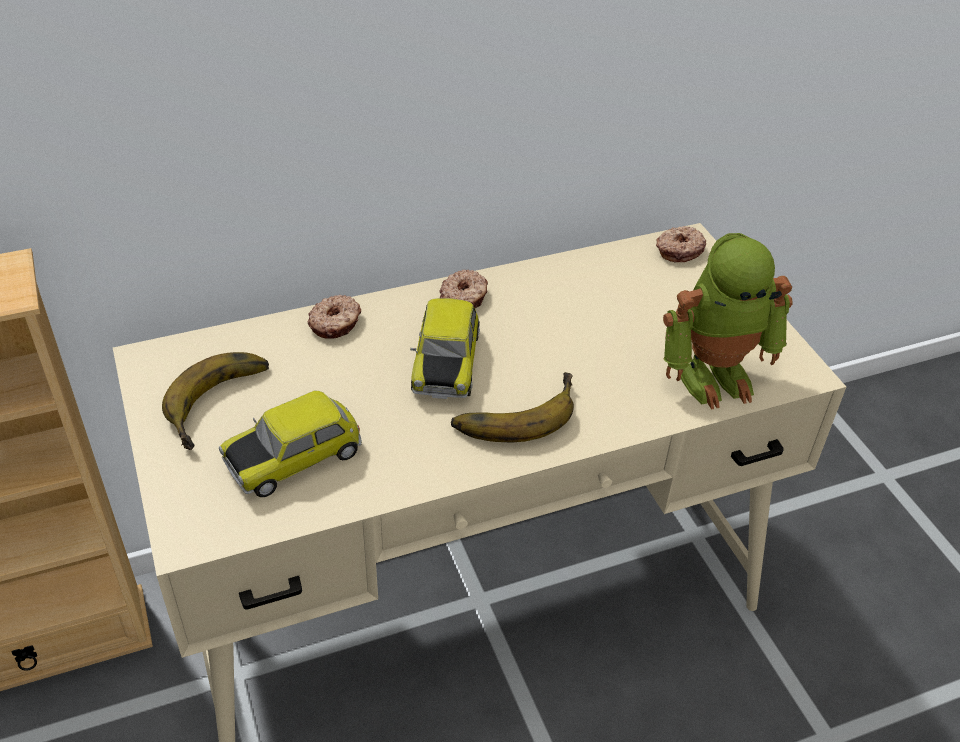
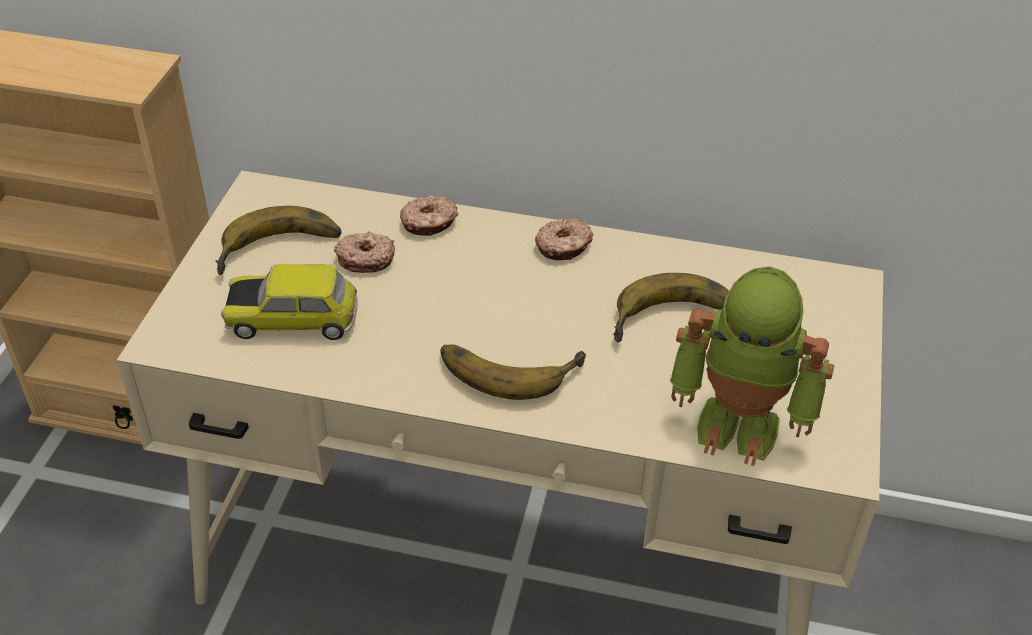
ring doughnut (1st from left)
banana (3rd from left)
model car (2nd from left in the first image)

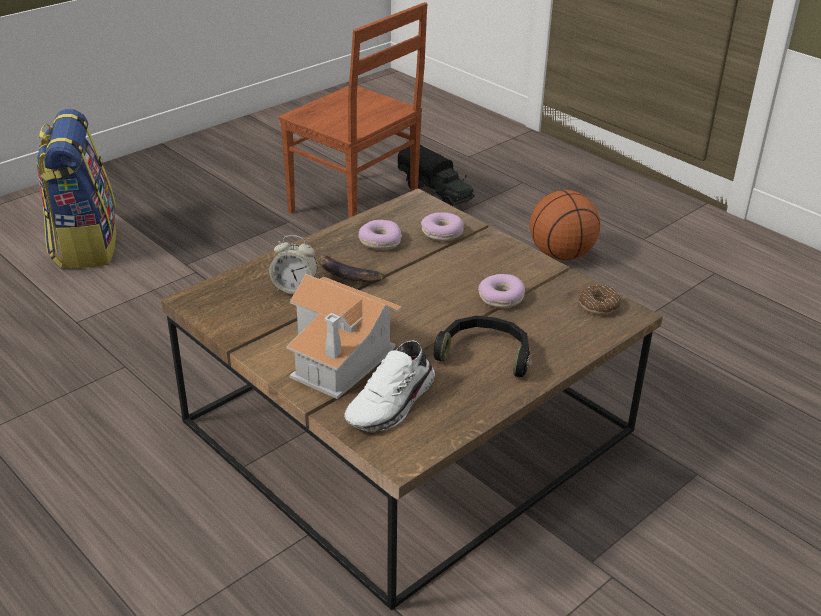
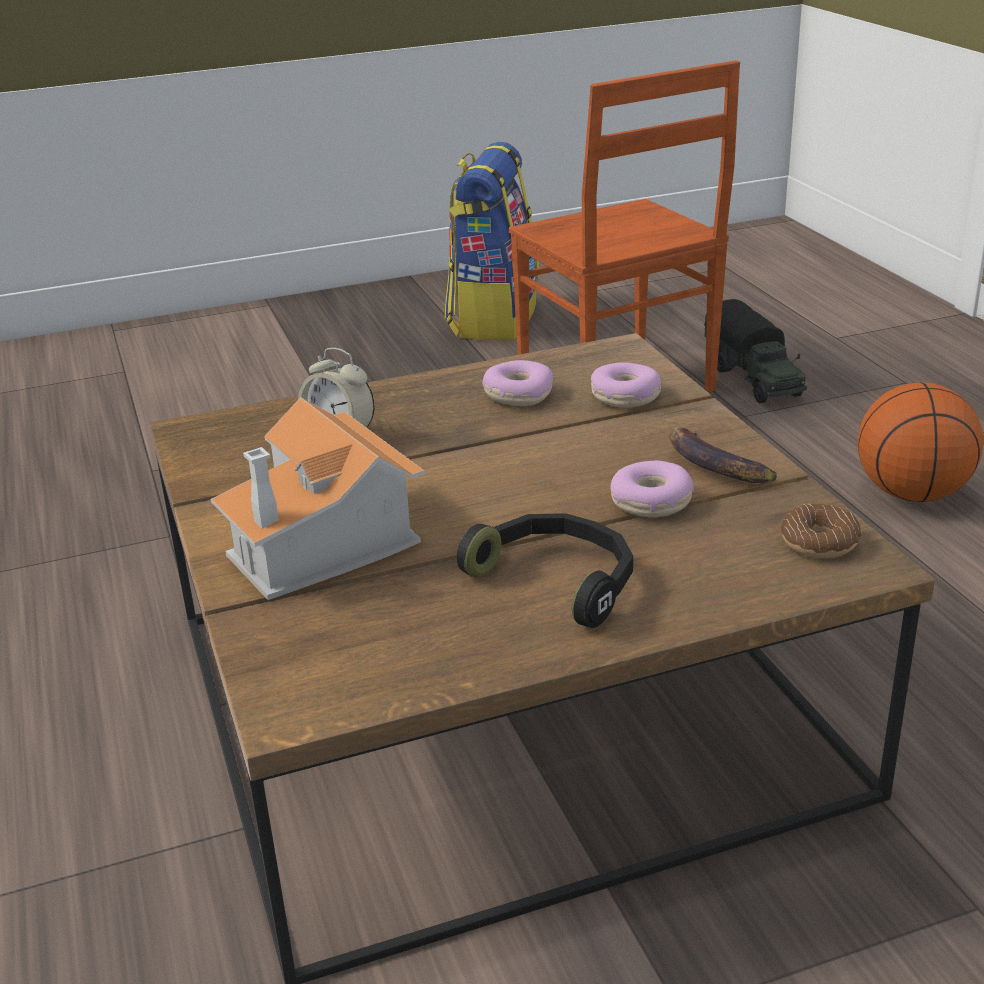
backpack
banana
white item of footwear

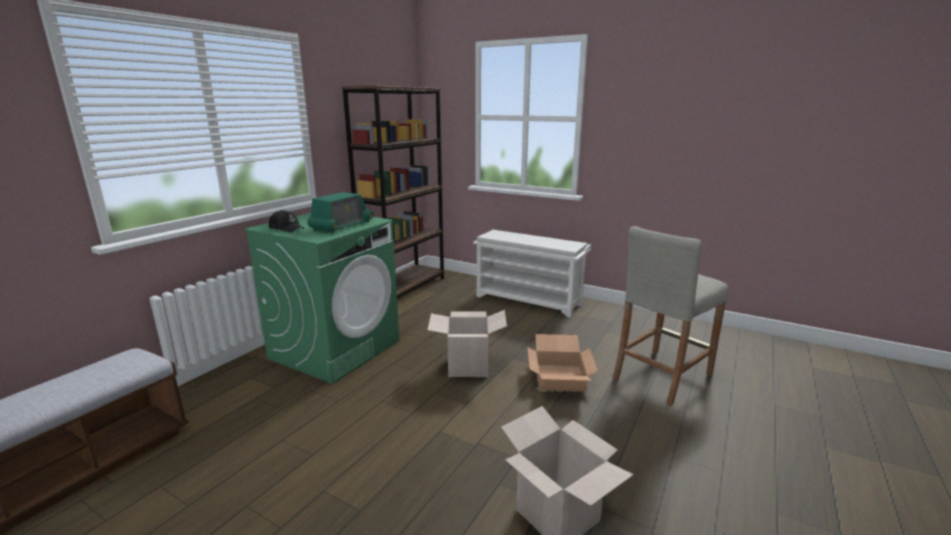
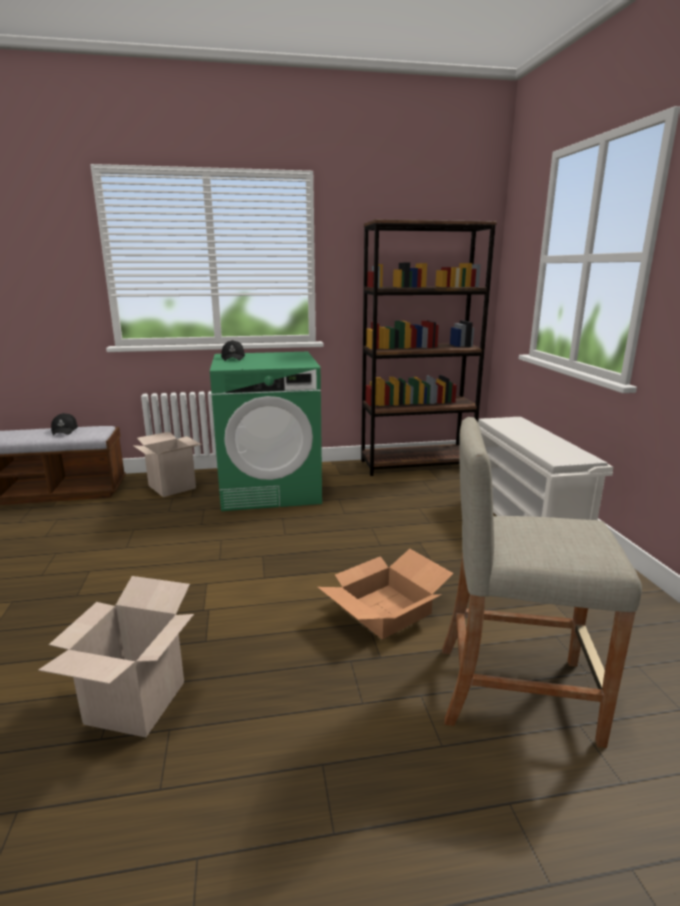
black baseball cap (1st from left)
cardboard box (2nd from left)
radio

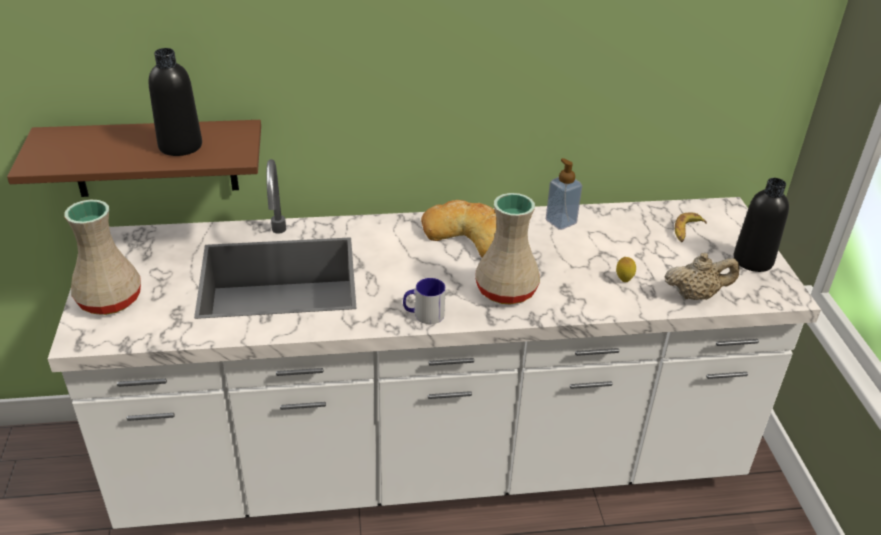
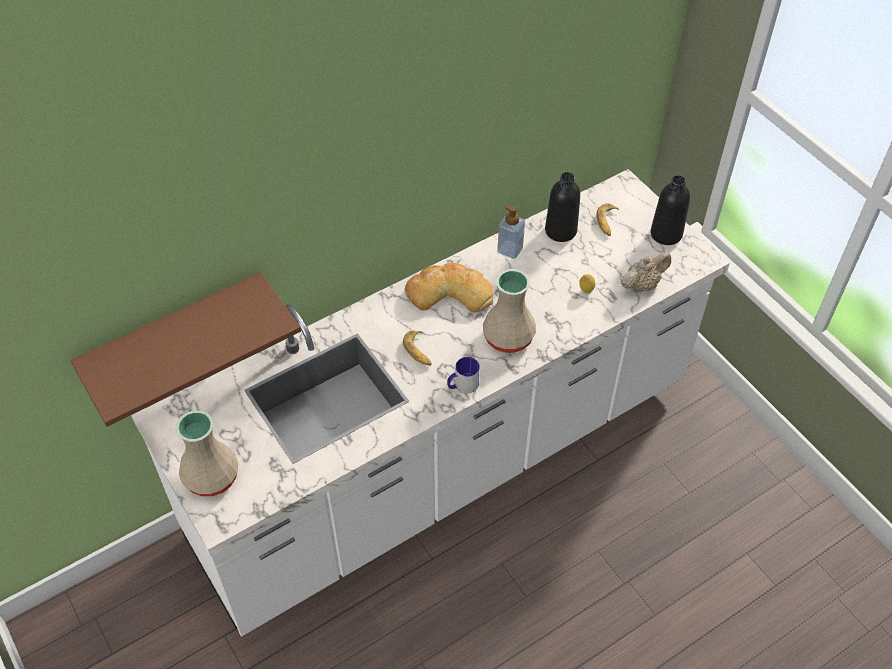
banana (1st from left)
black beverage bottle (1st from left)

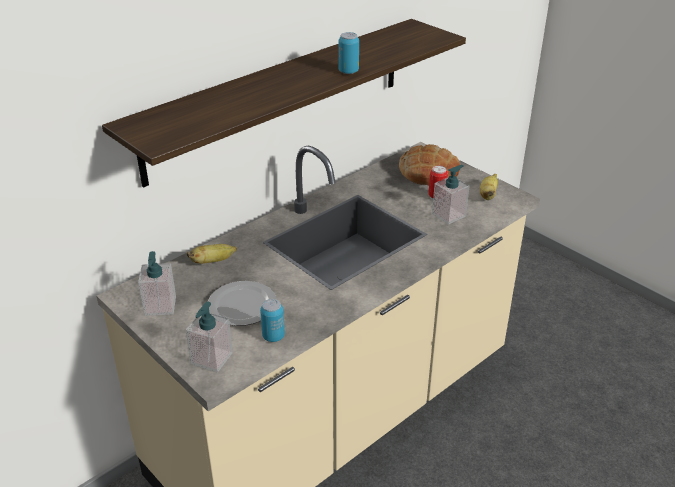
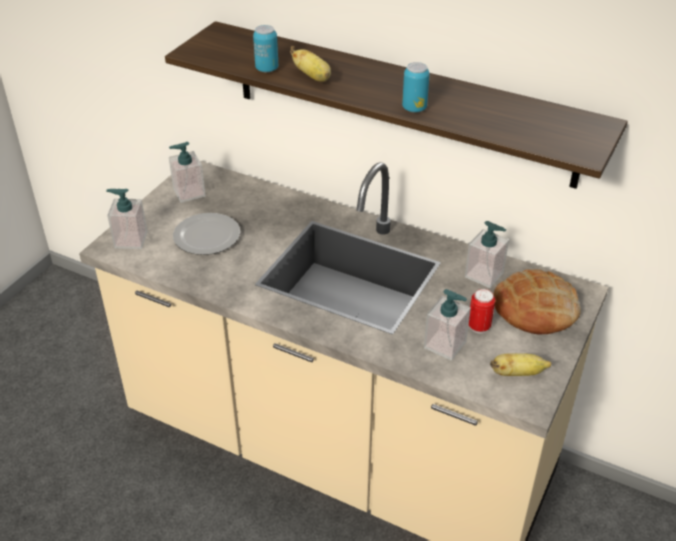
can (1st from left)
banana (1st from left)
liquid soap bottle (4th from left)

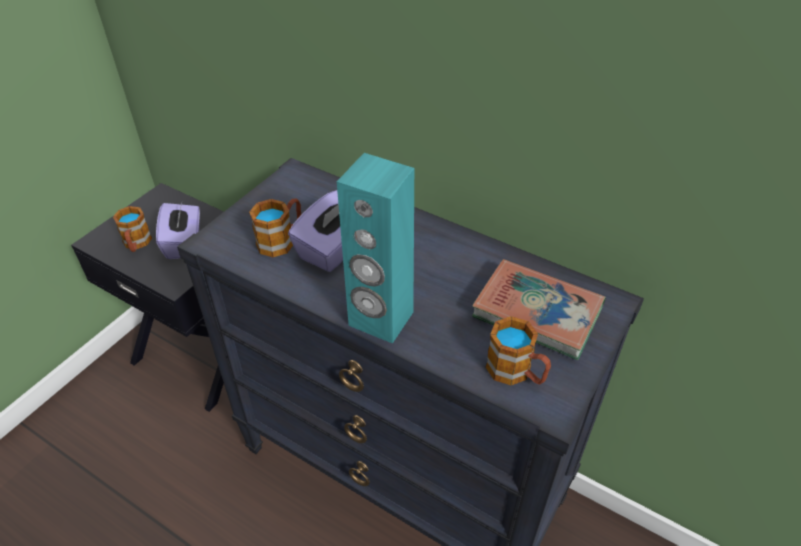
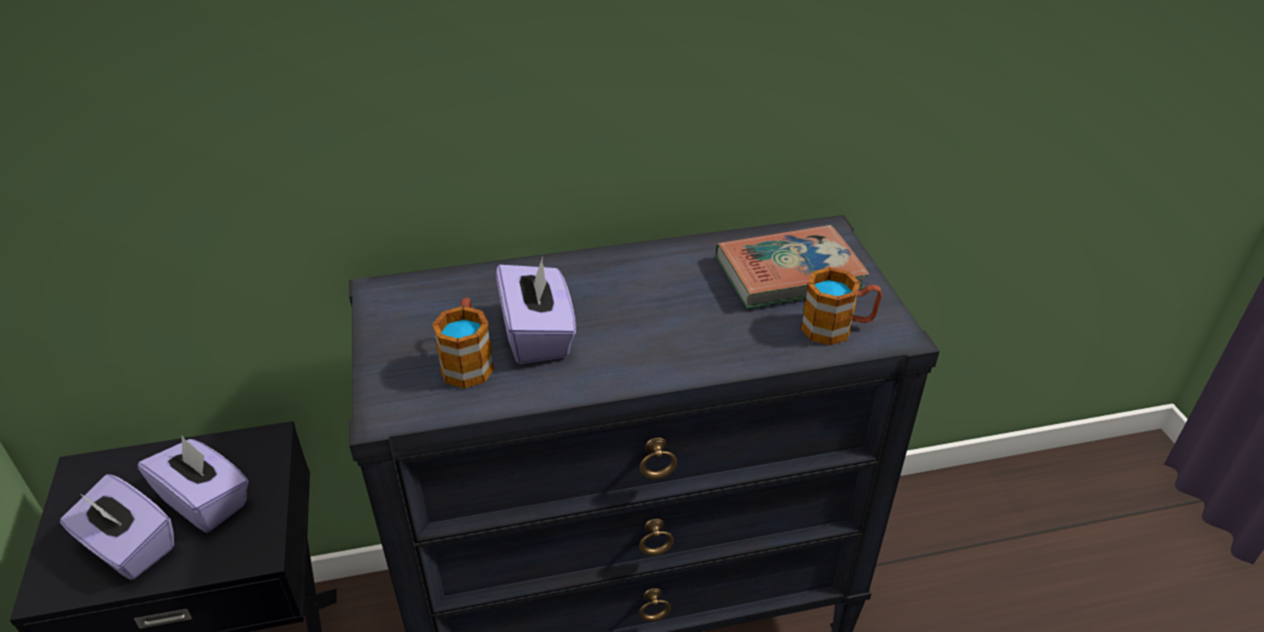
purplish tissue holder (1st from left)
turquoise-coloured audio speaker

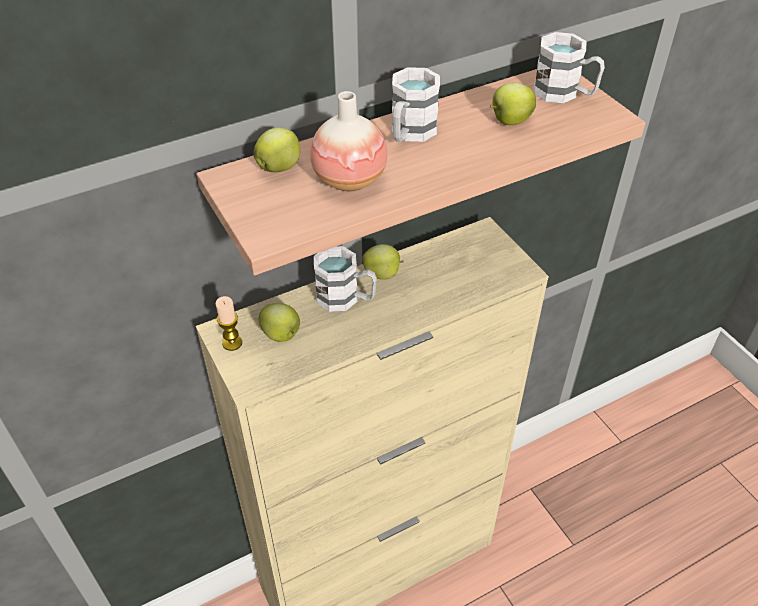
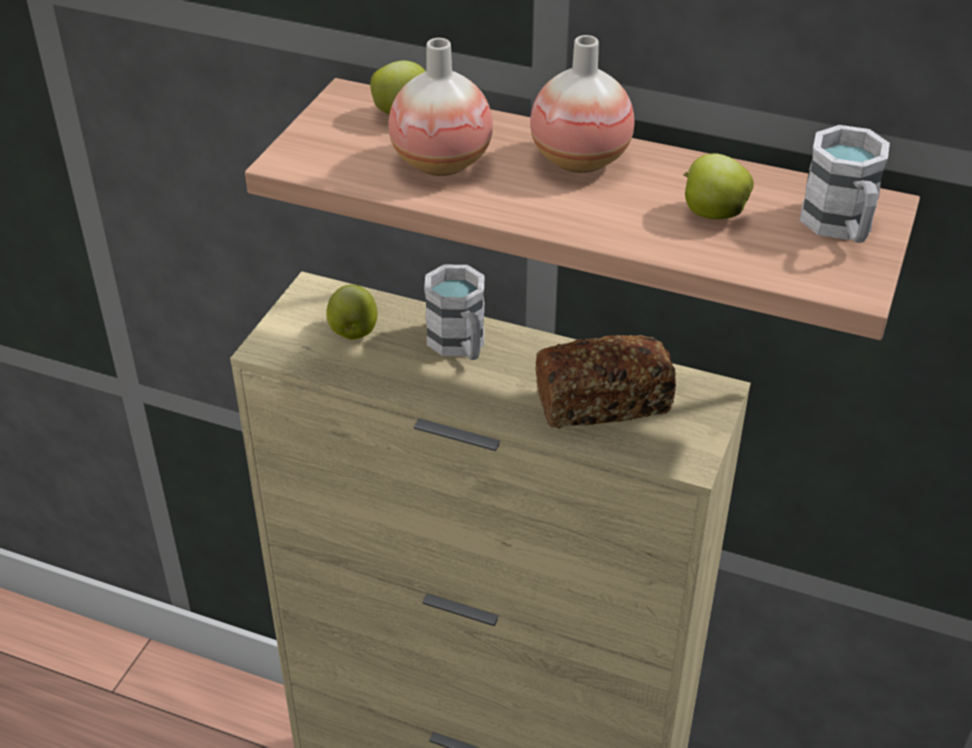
vase (2nd from left)
bakery bread
wax candle
apple fruit (3rd from left in the first image)

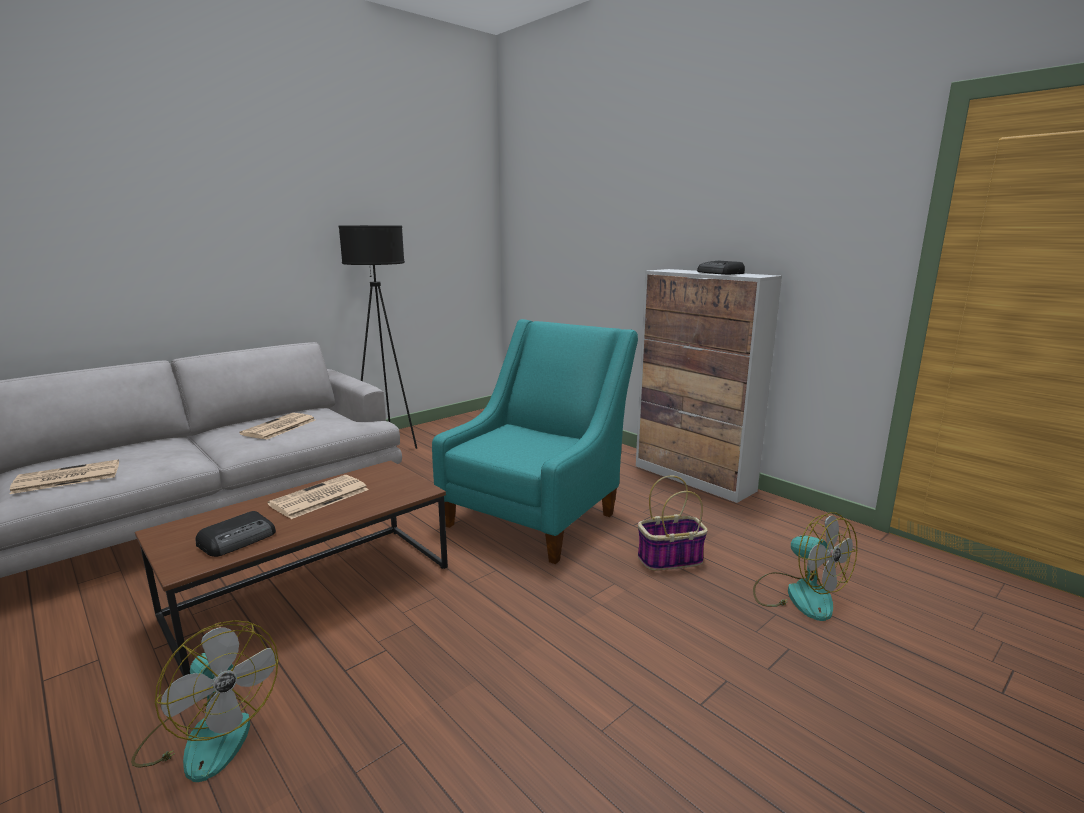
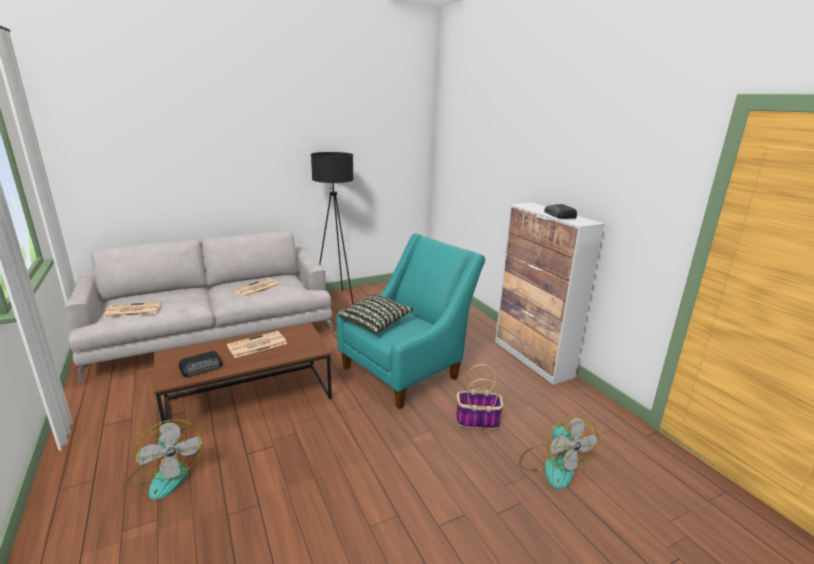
cushion

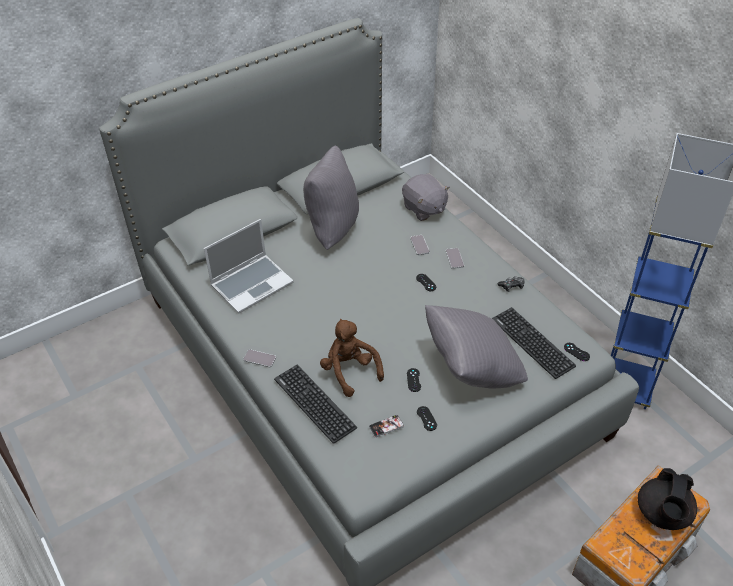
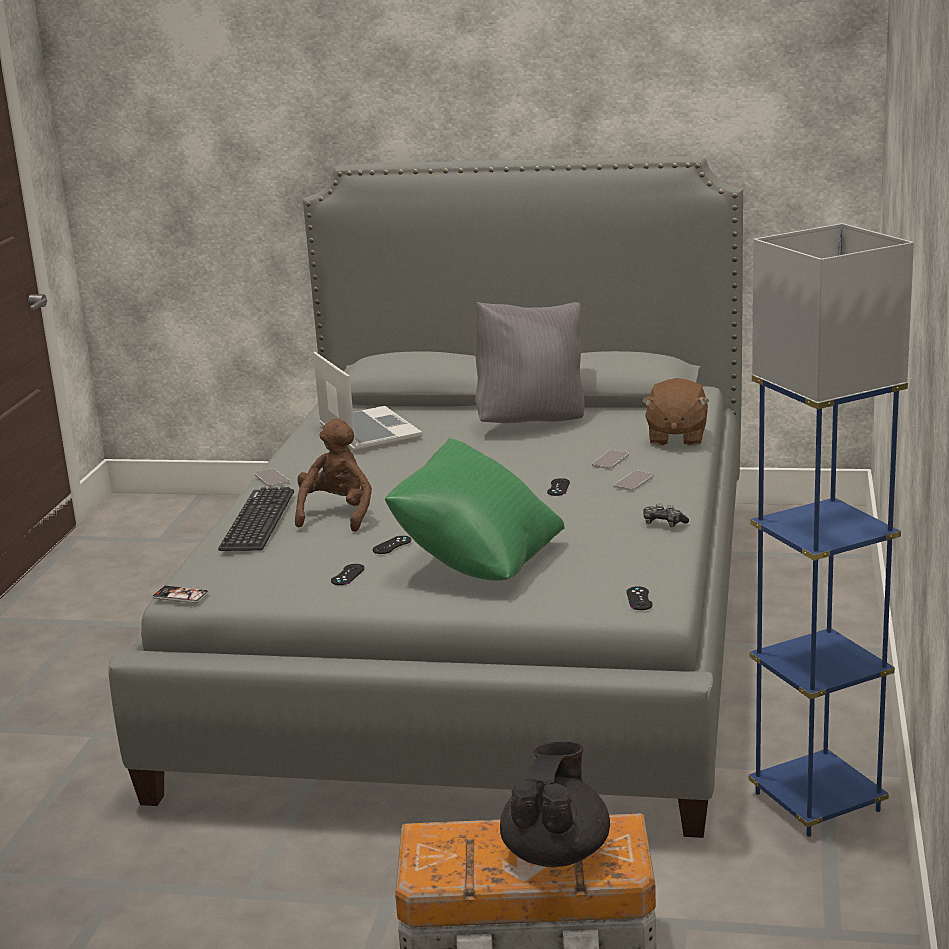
handset (1st from left)
portable computer
greenish cushion
black tea pot
brownish cuddly toy (2nd from left)
keyboard (2nd from left in the first image)

